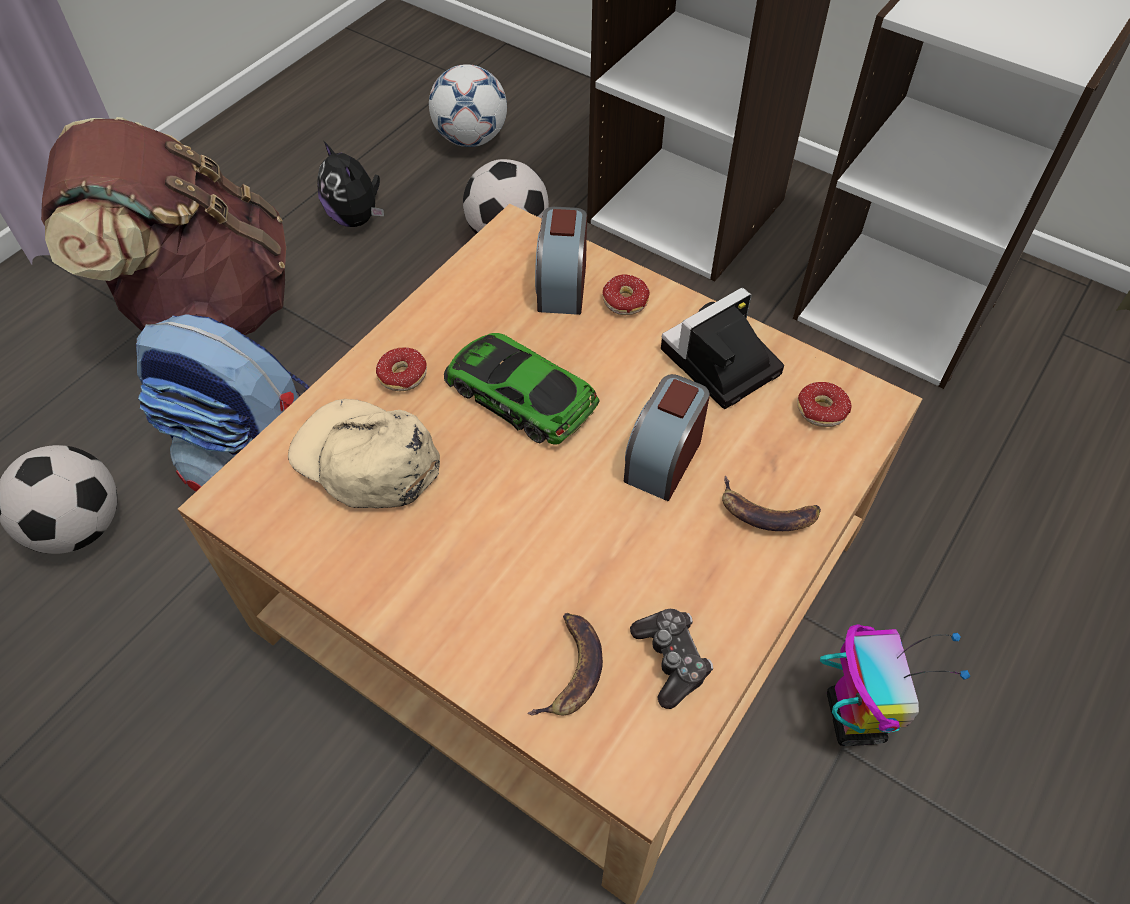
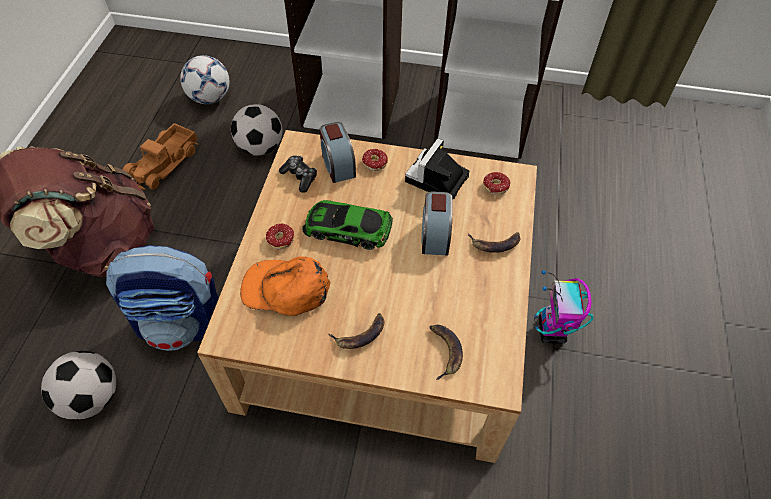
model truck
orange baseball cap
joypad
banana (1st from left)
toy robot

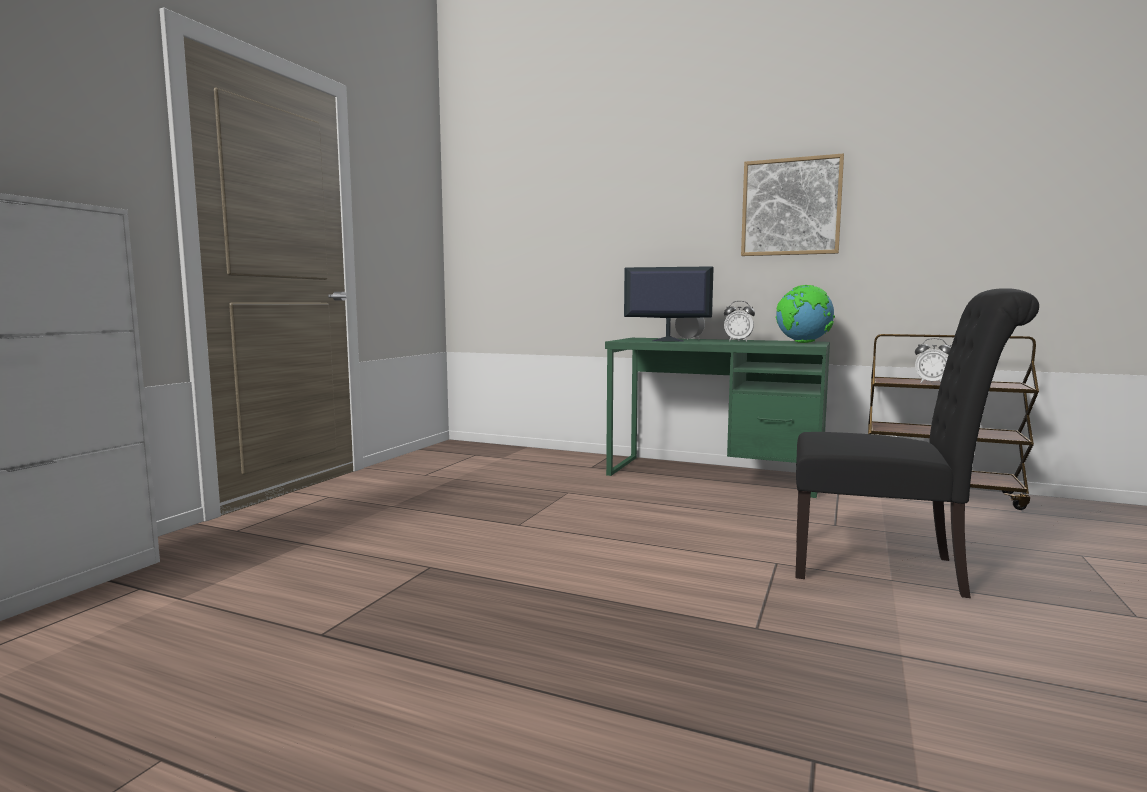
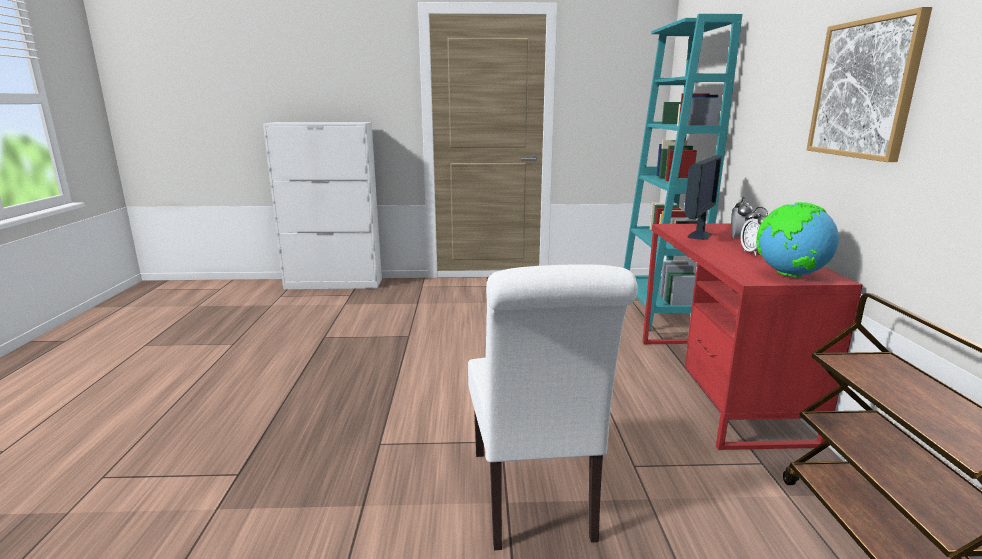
white plain chair
turquoise-coloured shelving unit
red desk table
computer display
table clock (3rd from left in the first image)

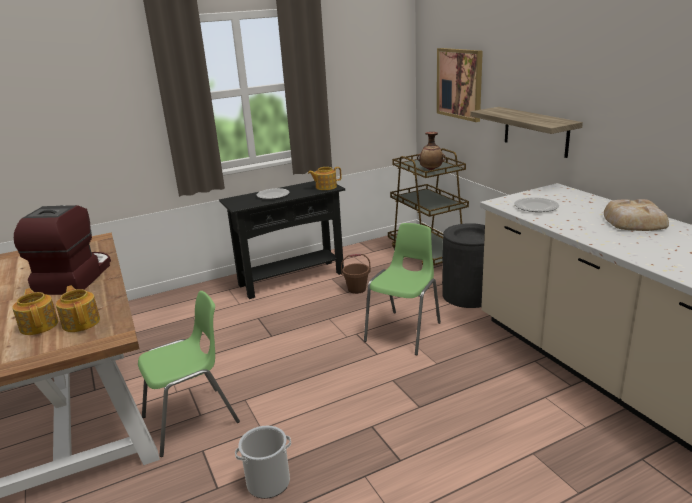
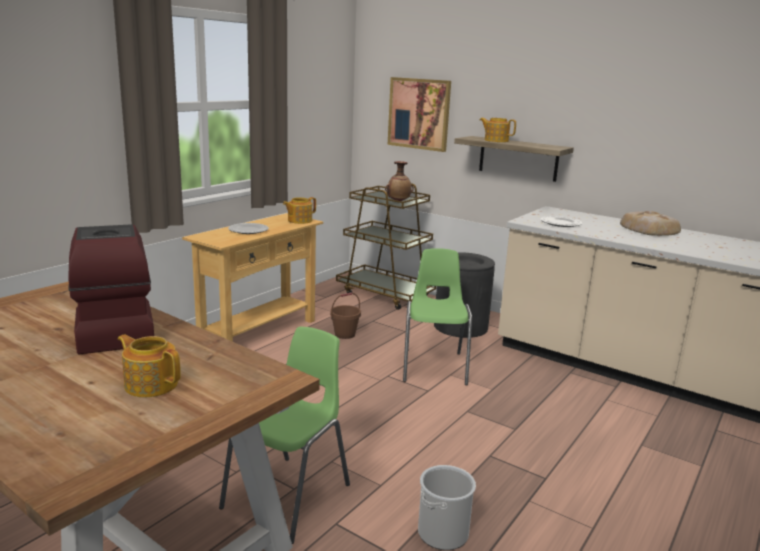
sand-coloured console table
tea pot (3rd from left)

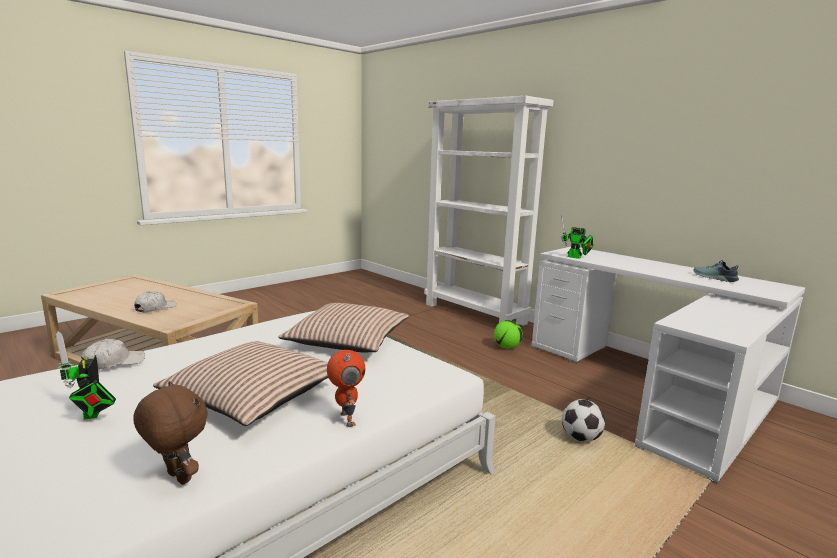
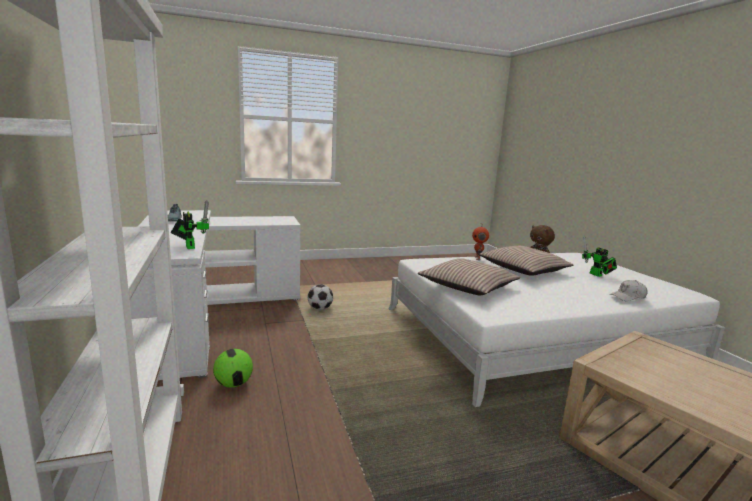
toy robot (3rd from left)
white baseball cap (2nd from left in the first image)

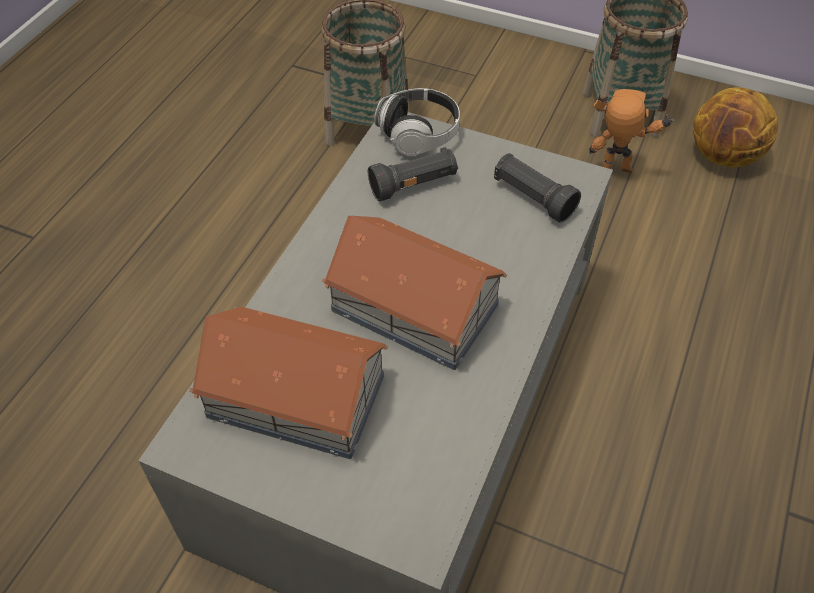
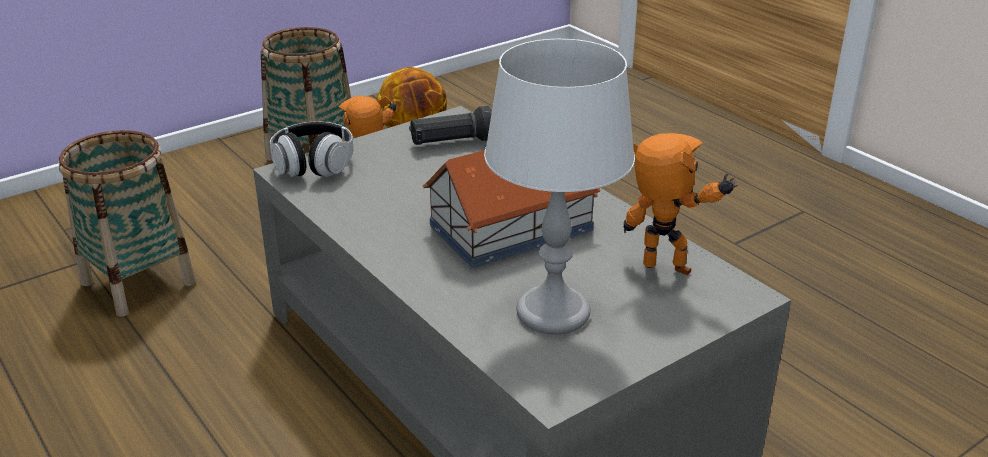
greyish tabletop lamp
toy robot (2nd from left)
black flashlight (1st from left in the first image)

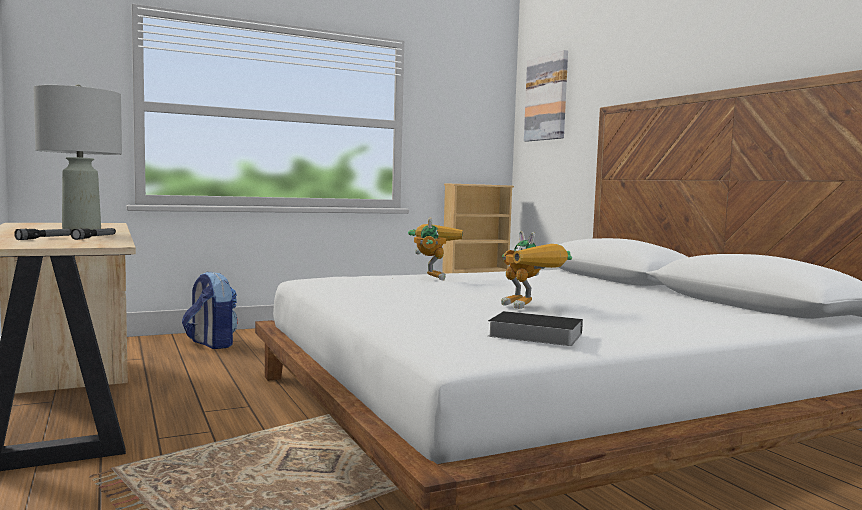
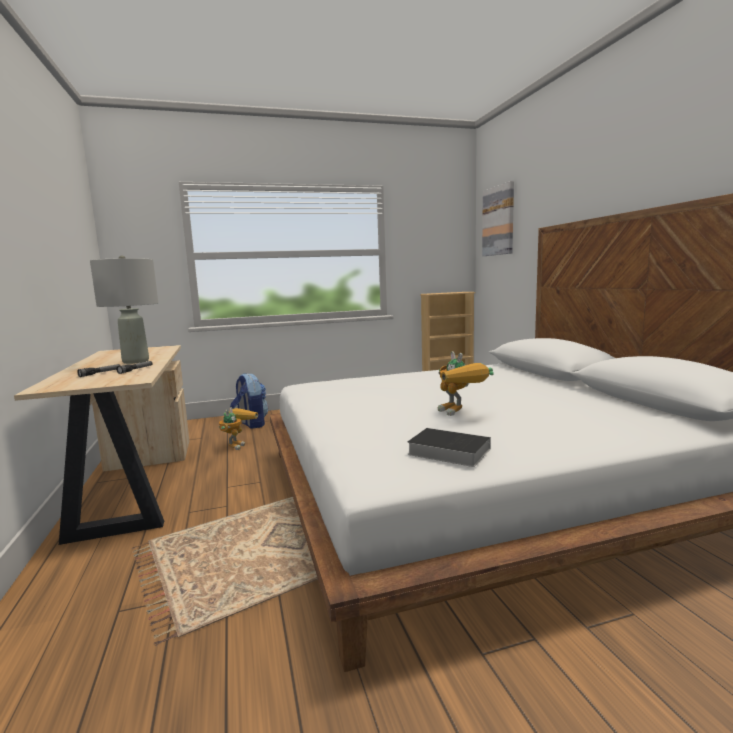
toy robot (1st from left)

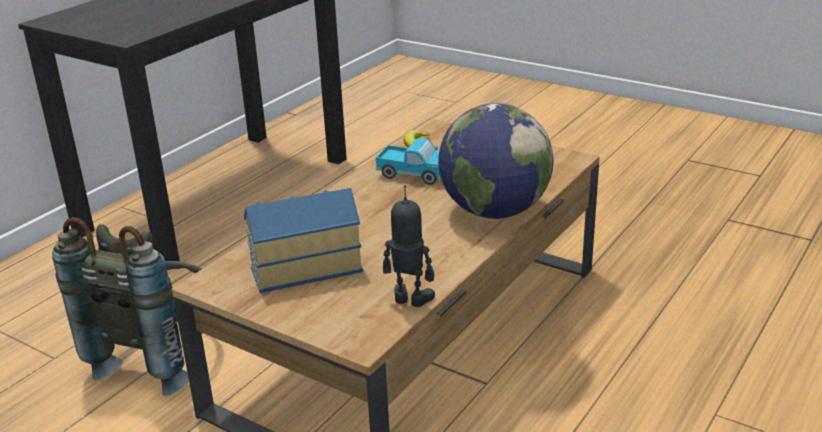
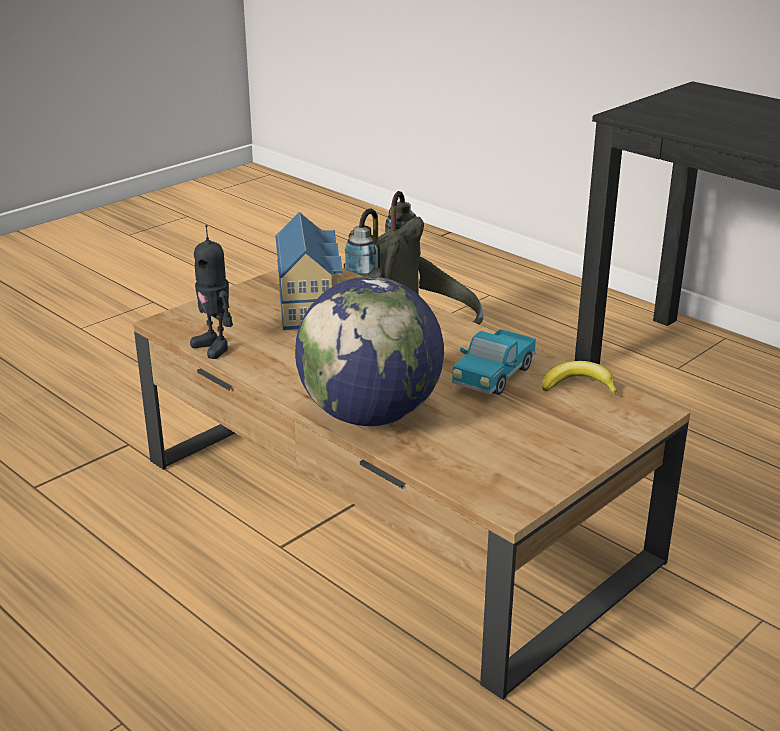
toy robot

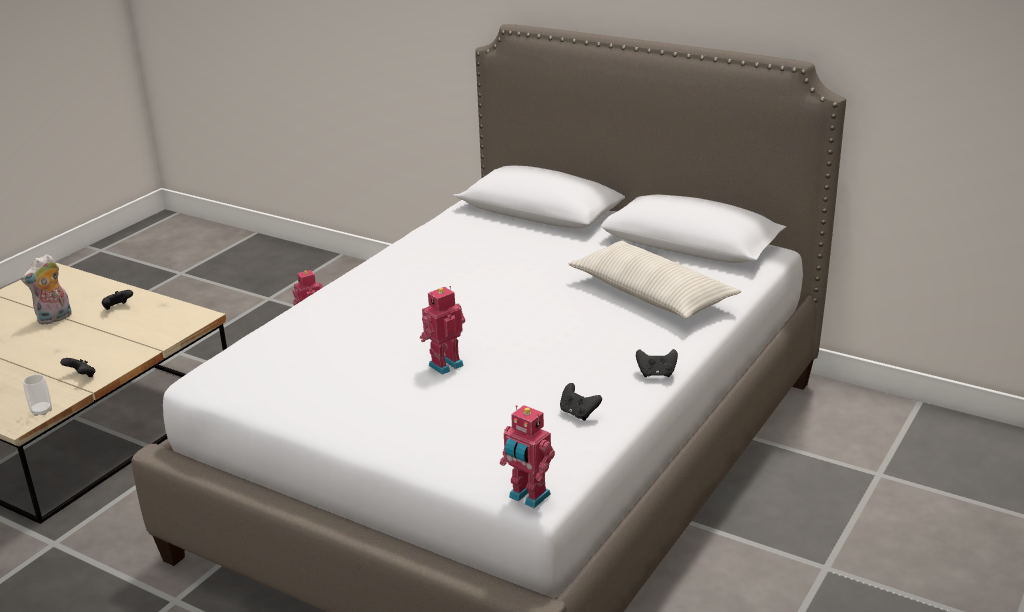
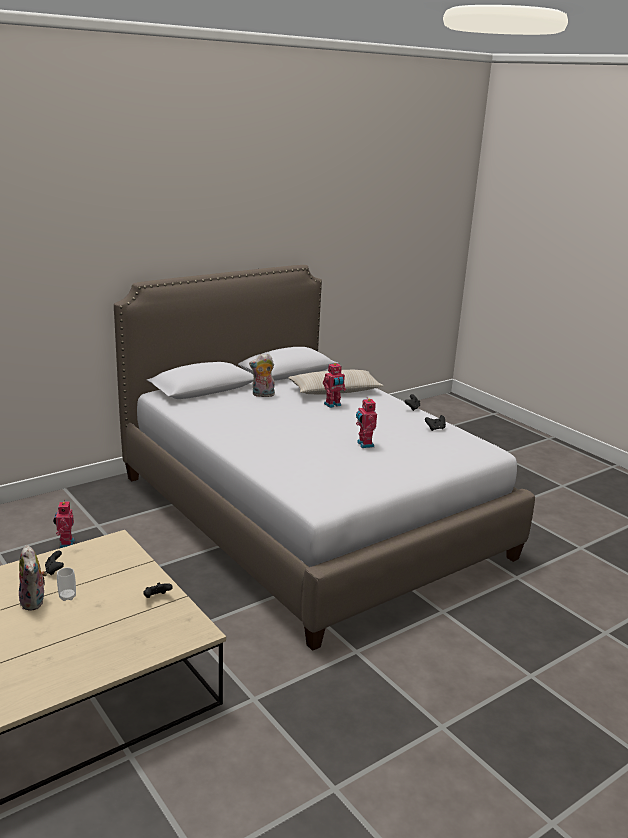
cup
cuddly toy (2nd from left)
toy robot (2nd from left)

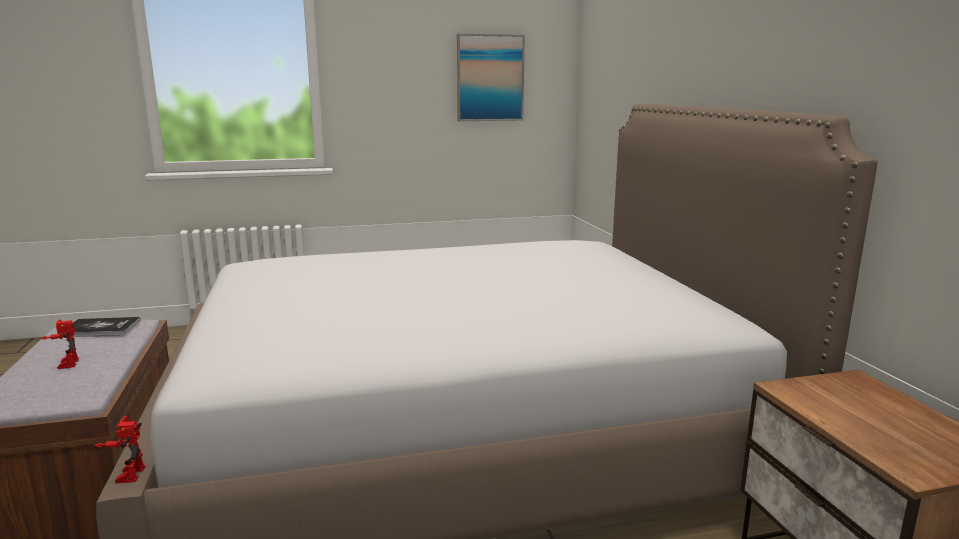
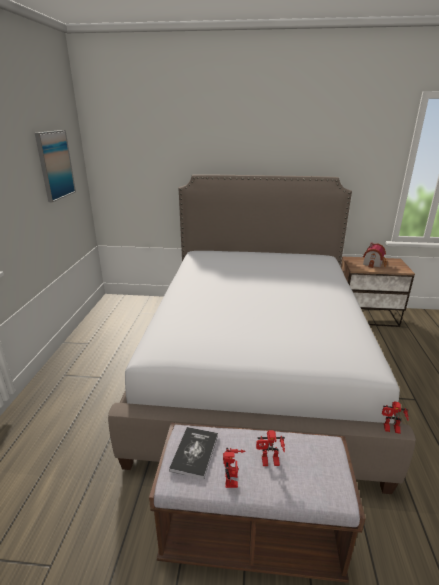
toy robot (1st from left)
miniature house

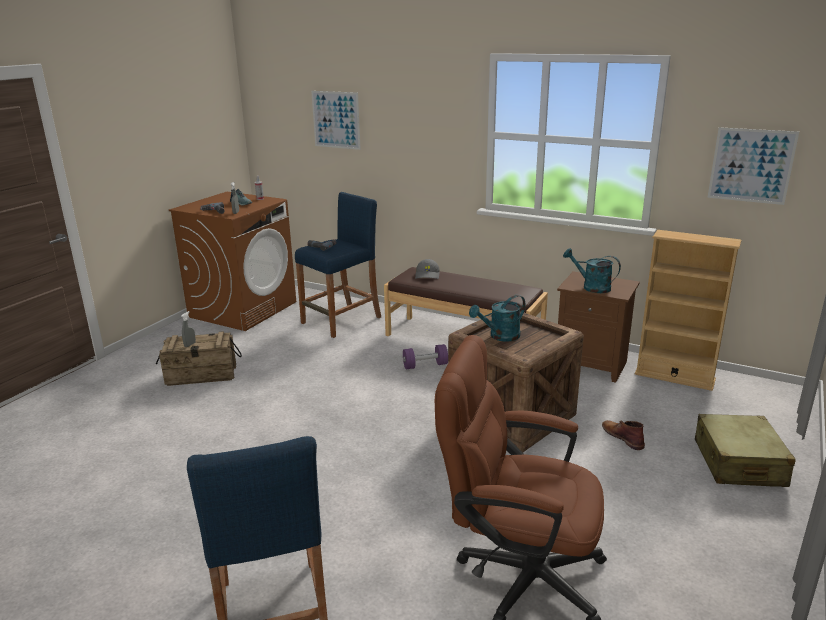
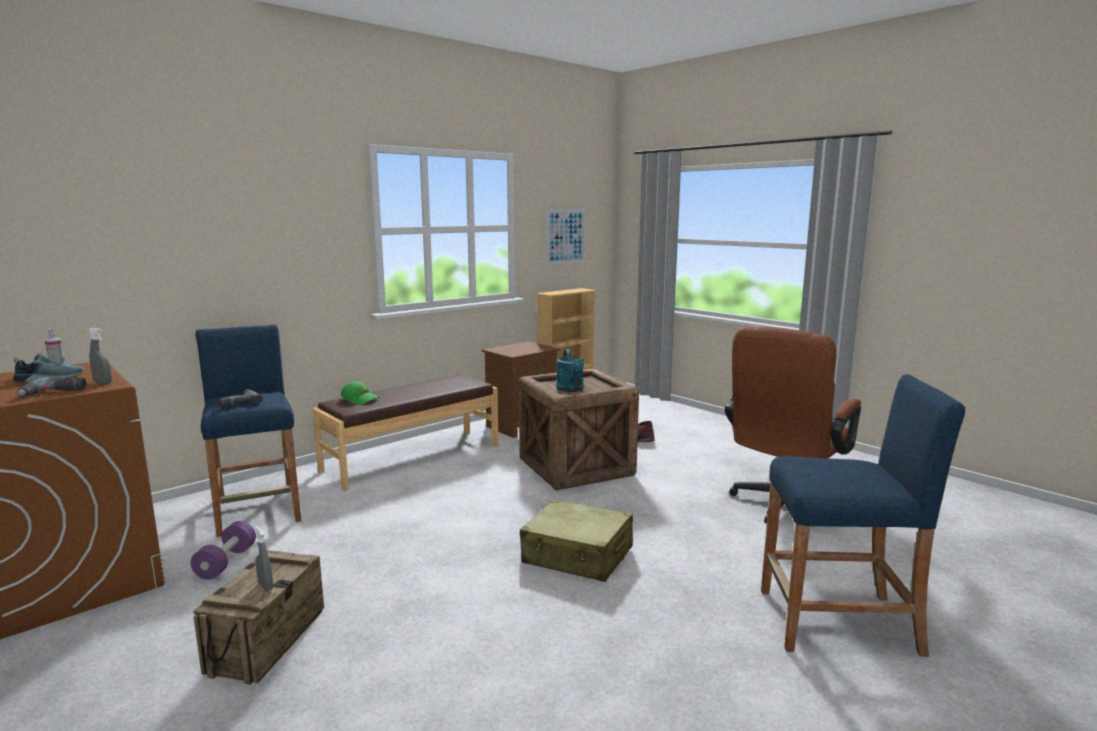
purplish hand weight
greenish baseball cap
sand-coloured suitcase
wall art (1st from left in the first image)
turquoise-coloured watering can (2nd from left in the first image)

